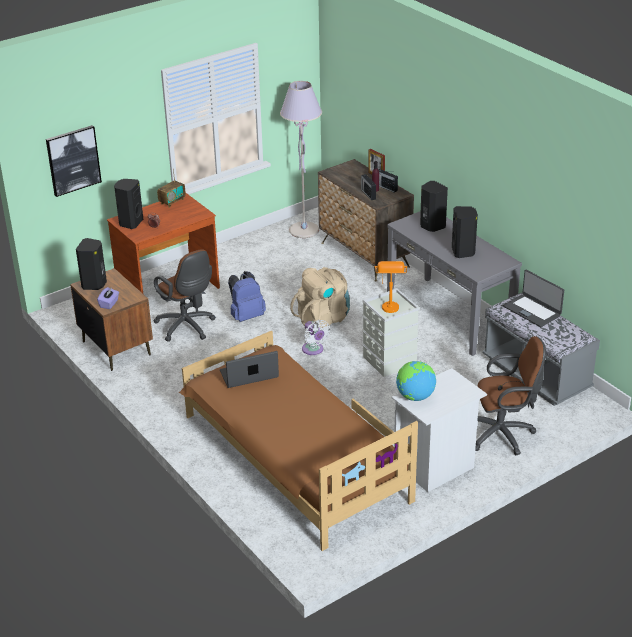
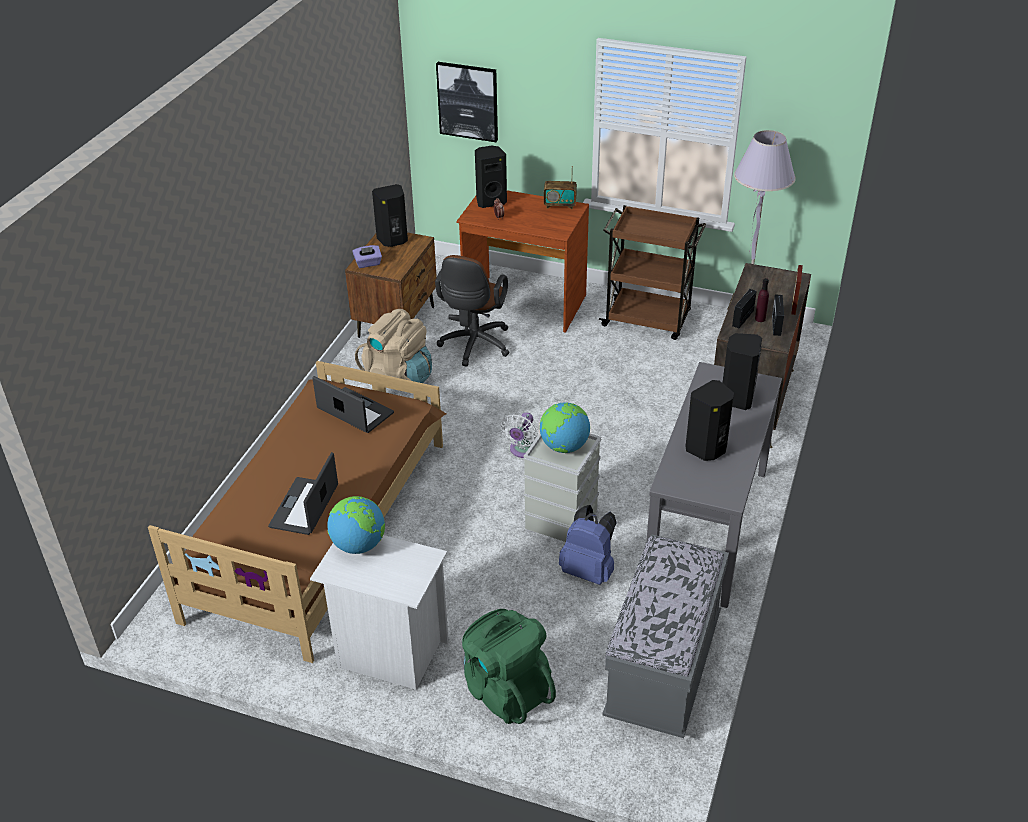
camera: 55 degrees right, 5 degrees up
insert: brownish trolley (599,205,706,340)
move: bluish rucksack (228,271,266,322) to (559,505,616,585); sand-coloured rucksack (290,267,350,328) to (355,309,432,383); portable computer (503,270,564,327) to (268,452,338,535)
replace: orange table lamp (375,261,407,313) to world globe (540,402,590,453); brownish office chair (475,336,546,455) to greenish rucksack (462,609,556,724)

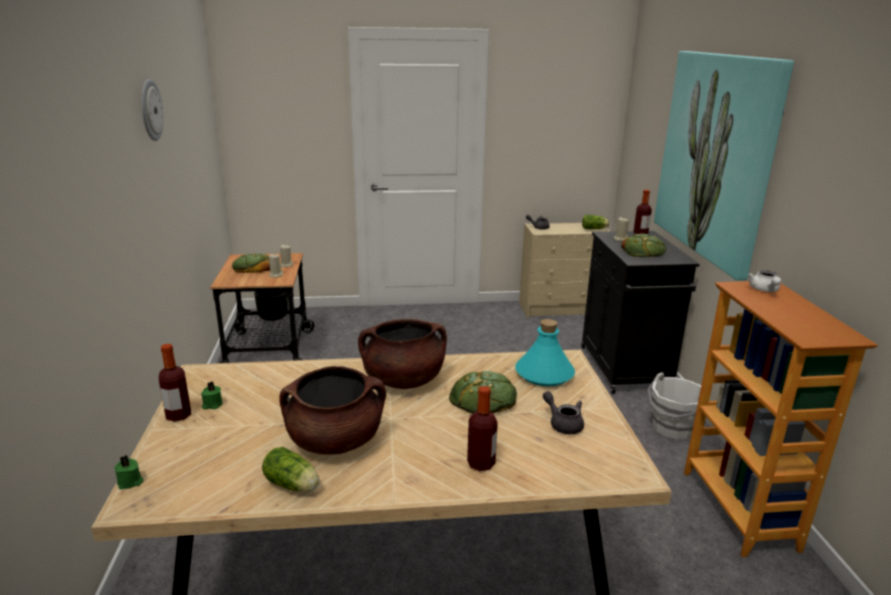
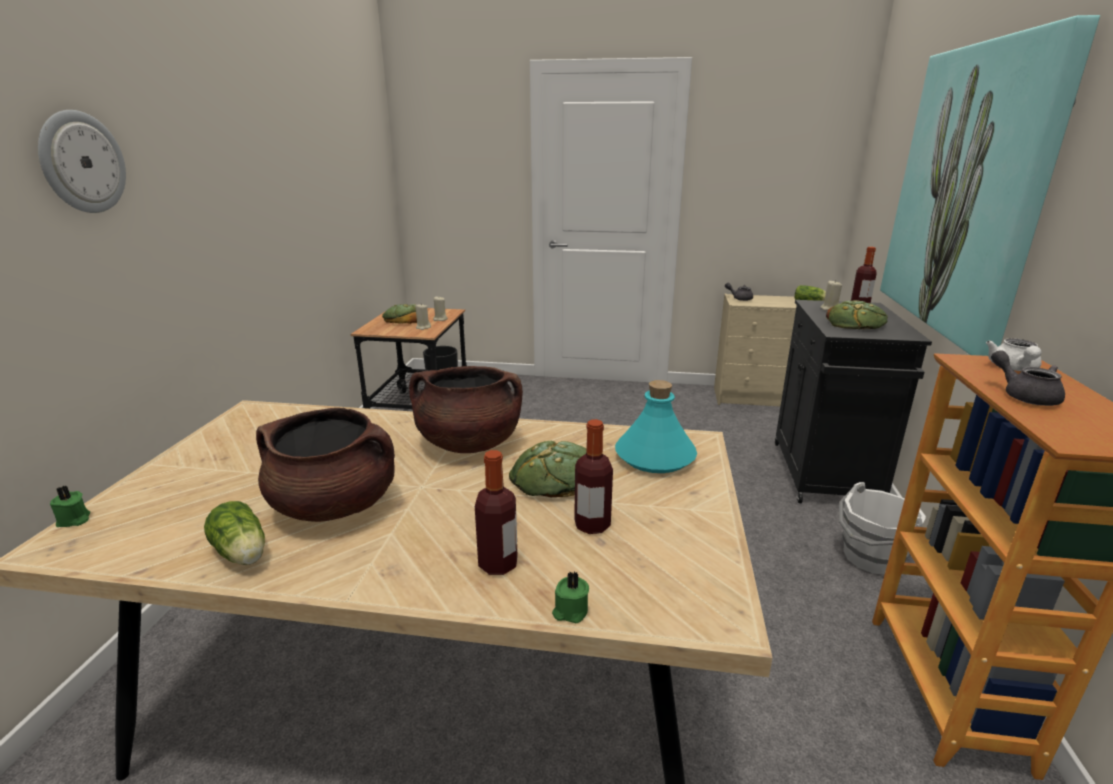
camera: 15 degrees right, 0 degrees up
move: hanging clock (141,79,164,141) to (38,110,126,213); beverage bottle (159,344,191,422) to (574,419,613,534); greenish wax light (201,382,223,409) to (552,572,589,623); grey tea pot (543,391,584,434) to (991,350,1065,406)

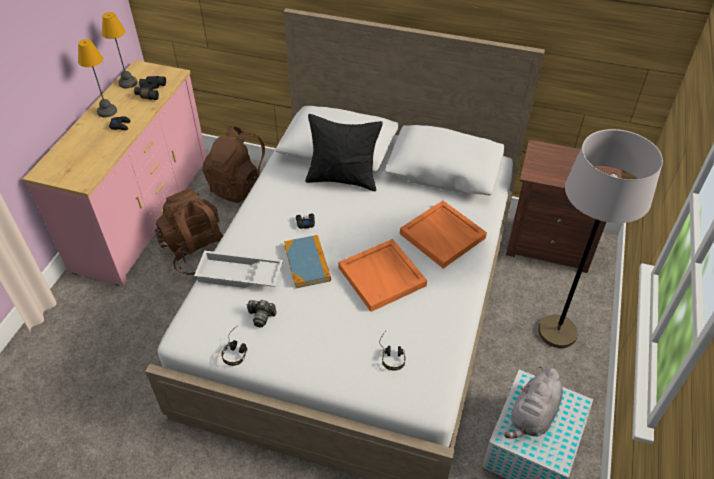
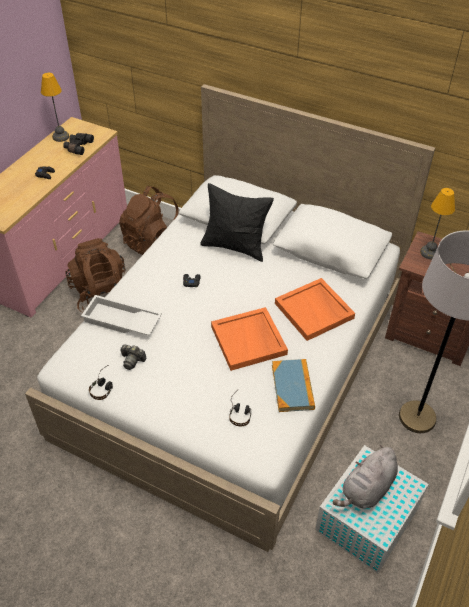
camera: 10 degrees right, 0 degrees up
move: table lamp (78,39,117,117) to (420,188,455,259); volume (284,235,331,288) to (272,359,315,412)

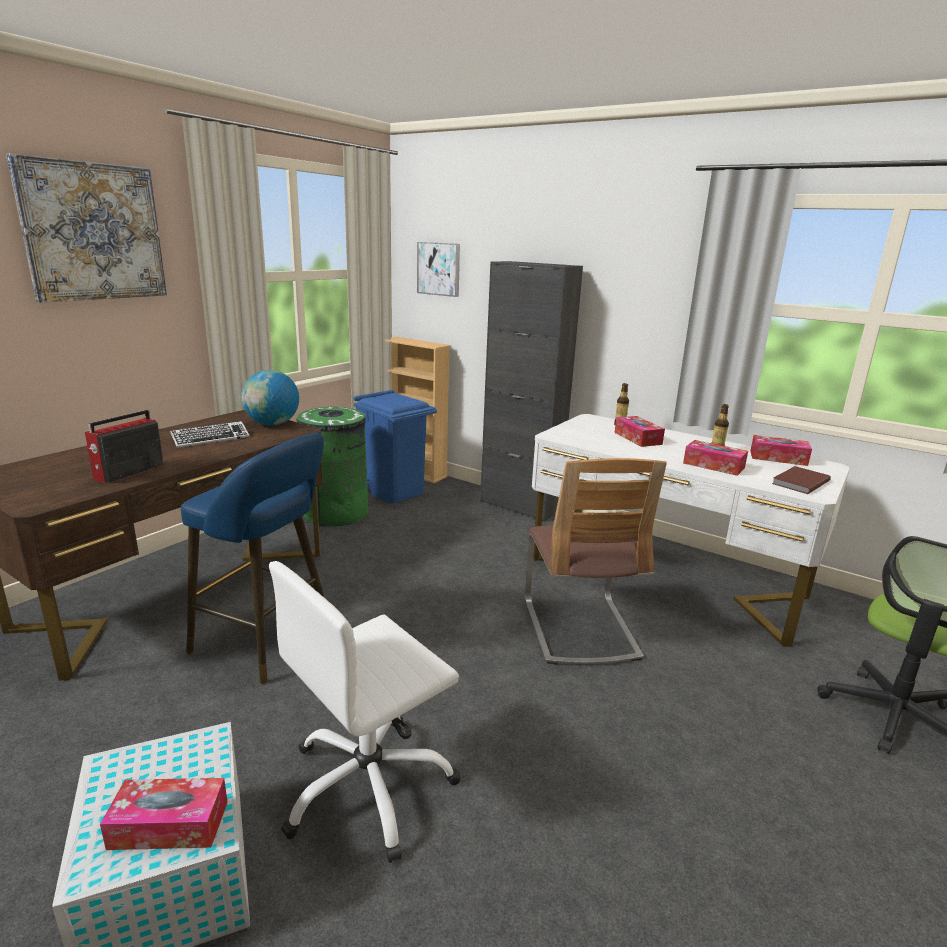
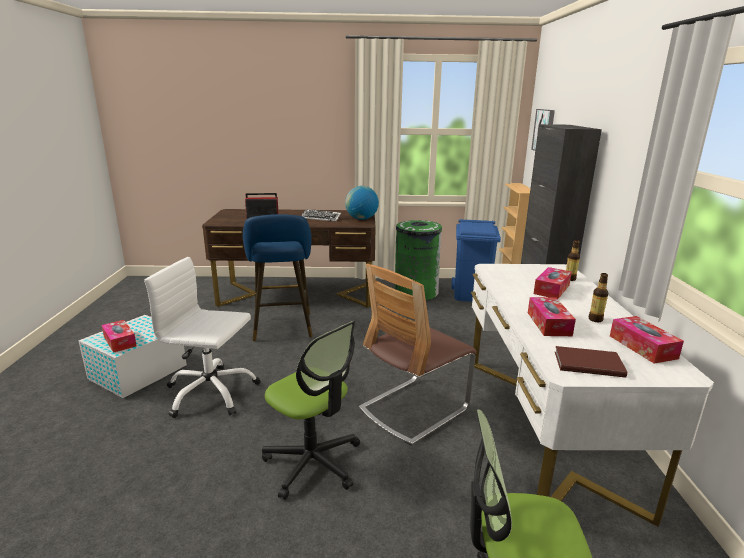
camera: 55 degrees right, 0 degrees up
delete: wall picture (6,153,167,303)
insert: office chair (262,321,360,500)

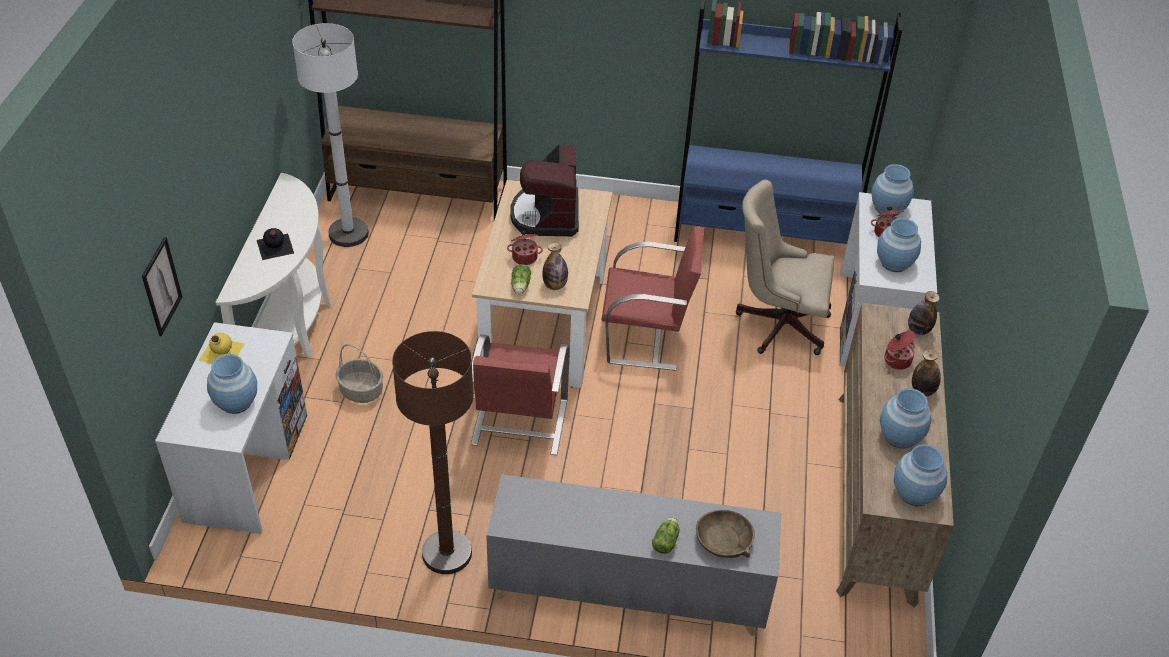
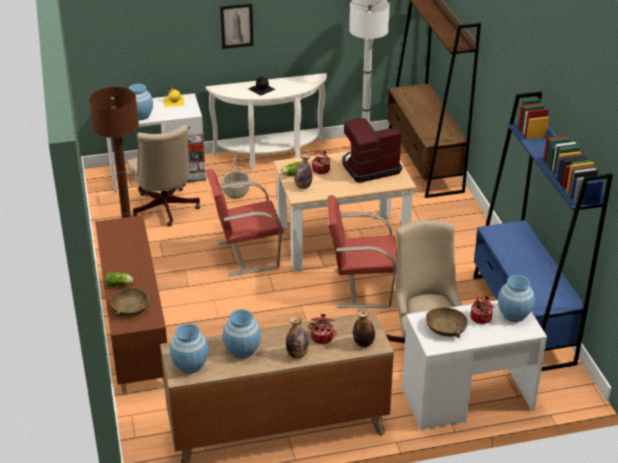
camera: 70 degrees right, 10 degrees down
insert: sand-coloured office chair (127,125,200,226)
move: wall picture (142,237,183,336) to (220,4,253,49)
replace: bluish decorative vase (877,218,921,272) to brownish bowl (426,307,468,338)
recolor: grey cupboard (486,474,781,636) to brownish cupboard (95,215,167,394)
rotate: reddish chair (602,227,704,371) = (328,195,397,308) 105 degrees clockwise

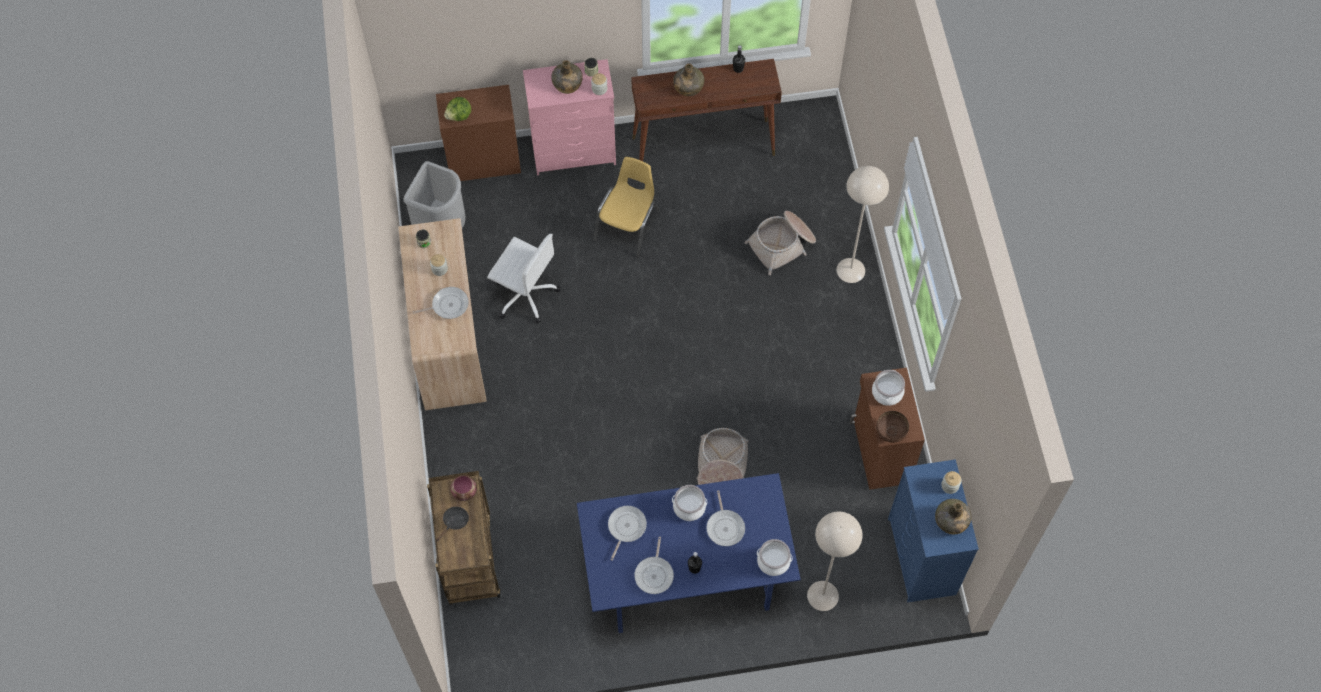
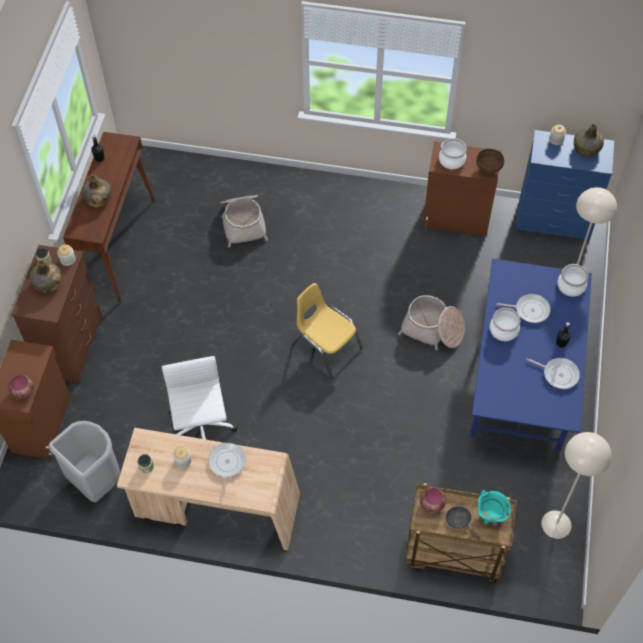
camera: 70 degrees left, 5 degrees down
delete: pan (608,506,647,561)
insert: blue-green cooking pot (478,490,512,524)
move: yellow-coloured chair (593,157,660,257) to (291,283,363,379); sand-coloured standing lamp (837,166,889,283) to (541,432,612,539)
replace: head of lettuce (444,97,471,121) to bowl (8,375,34,399)
recolor: pink dresser (523,59,616,175) to brownish dresser (11,245,103,383)
rotate: whitish office chair (487,234,560,323) = (162,356,237,439) 60 degrees counterclockwise

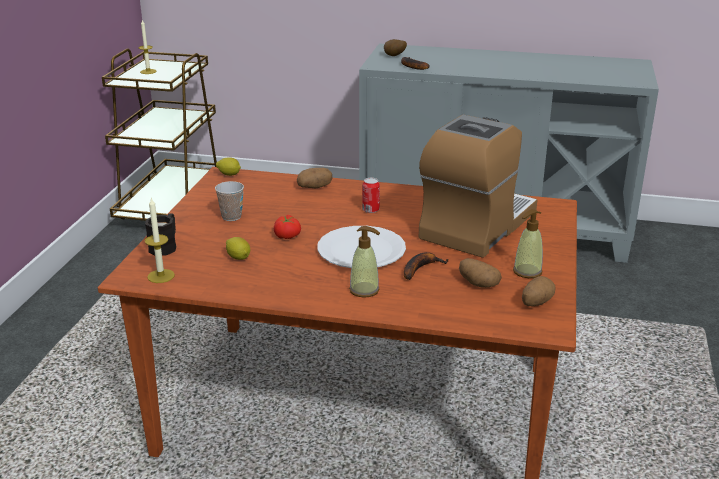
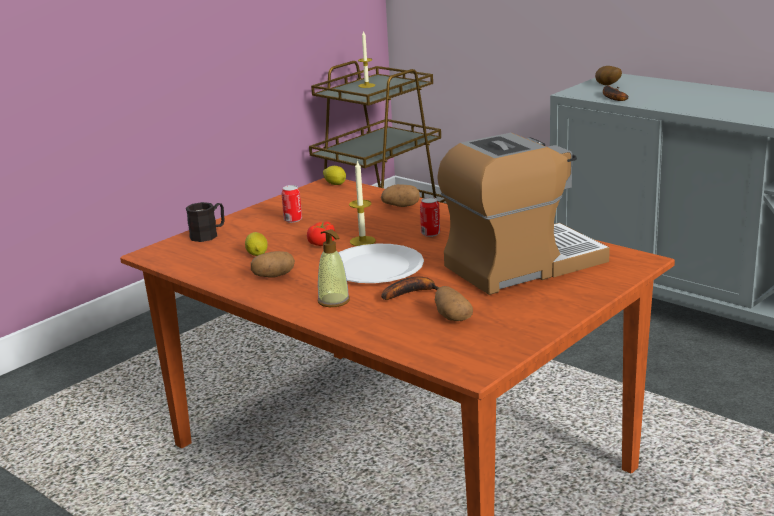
camera: 30 degrees right, 5 degrees down
delete: liquid soap bottle (513,209,543,278)
move: wax light (145,198,175,283) to (349,160,376,246); potato (522,276,556,306) to (251,251,295,278)
replace: drinking cup (215,181,244,221) to sealed can (281,185,302,223)

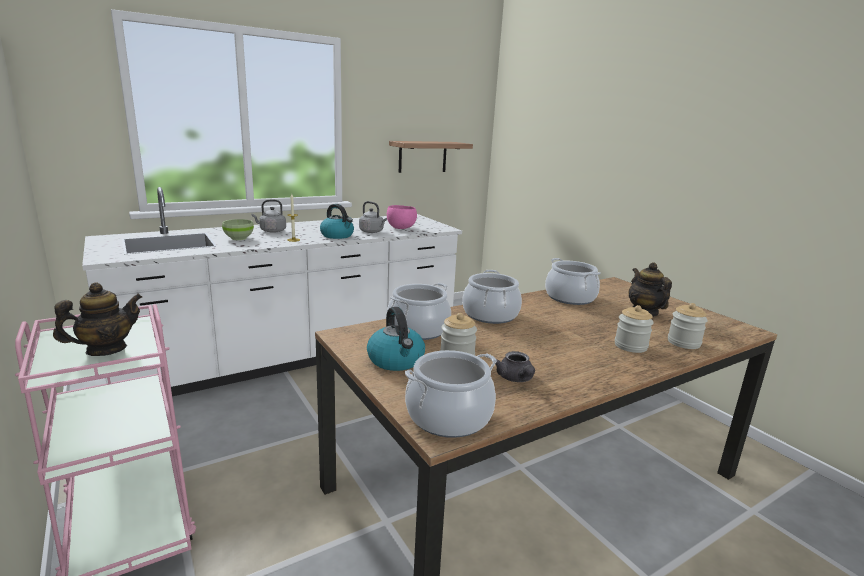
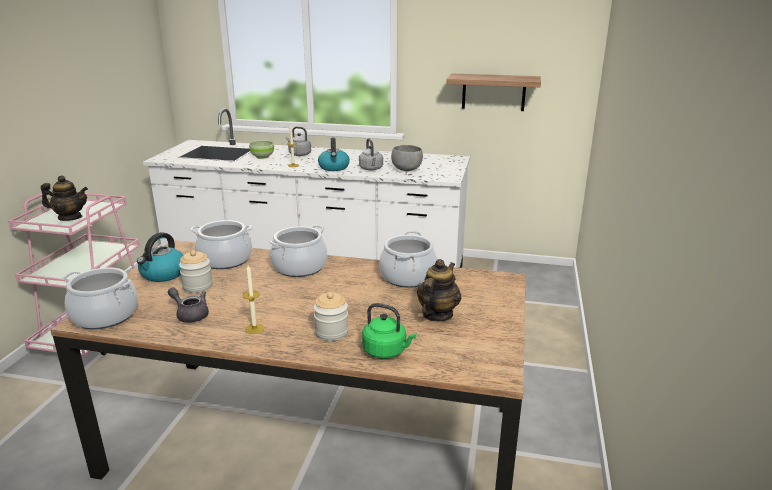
camera: 45 degrees right, 5 degrees up
insert: wax light (243,265,264,334)
replace: storage jar (668,303,708,349) to greenish tea kettle (362,303,416,359)
recolor: pink bowl (387,205,417,229) to grey bowl (391,145,423,171)
rotate: grey tea pot (496,351,535,382) = (168,287,209,323) 90 degrees clockwise

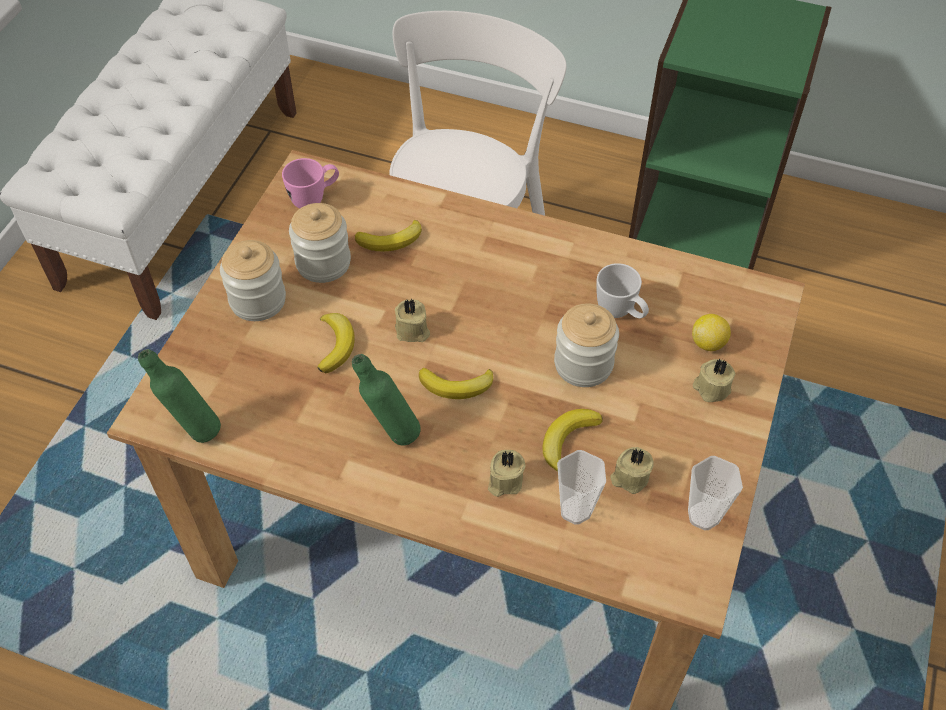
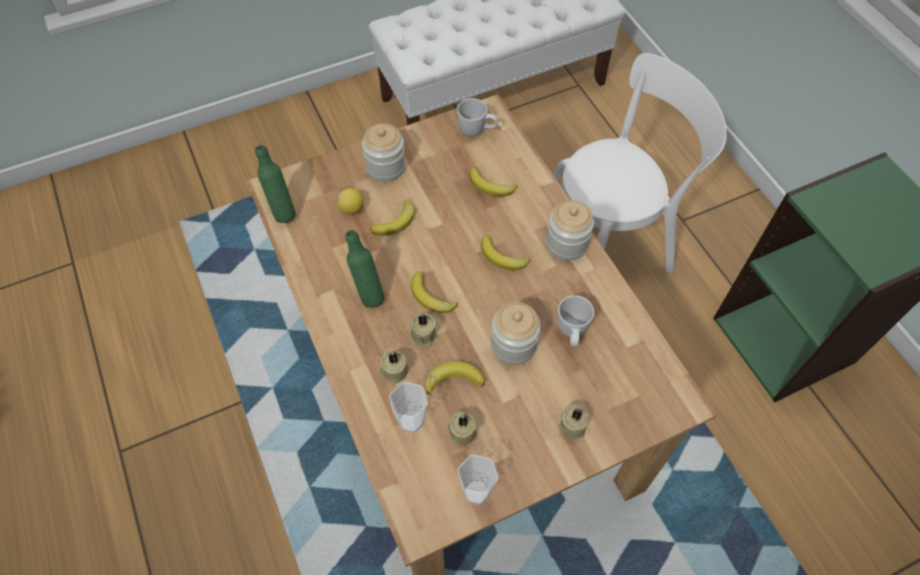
camera: 45 degrees right, 5 degrees up
insert: whole banana (481,235,530,270)
move: storage jar (289,203,351,283) to (546,200,594,260); sand-coloured wax light (395,299,430,342) to (410,313,438,348); whole lemon (692,314,731,351) to (338,188,364,214)
recolor: pink coffee mug (282,158,339,209) to whitish coffee mug (457,98,498,136)

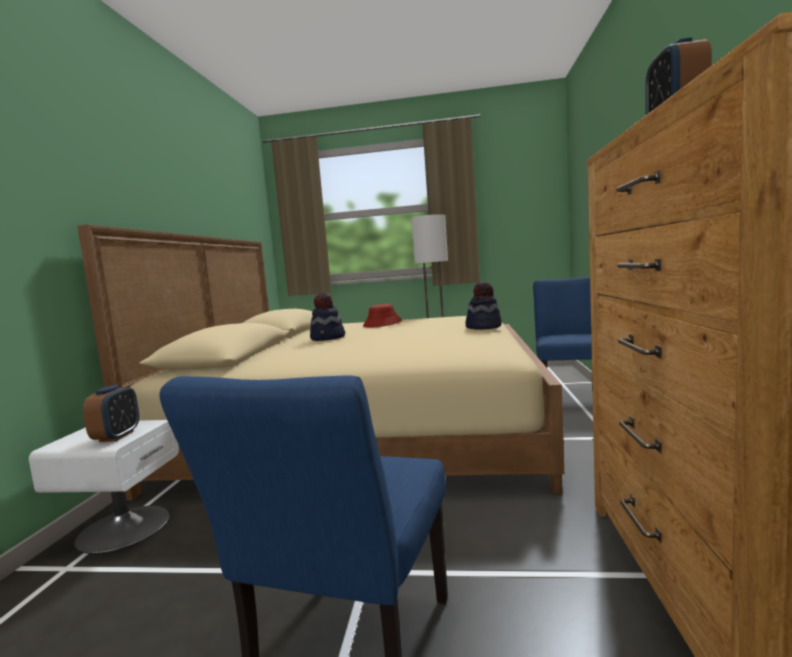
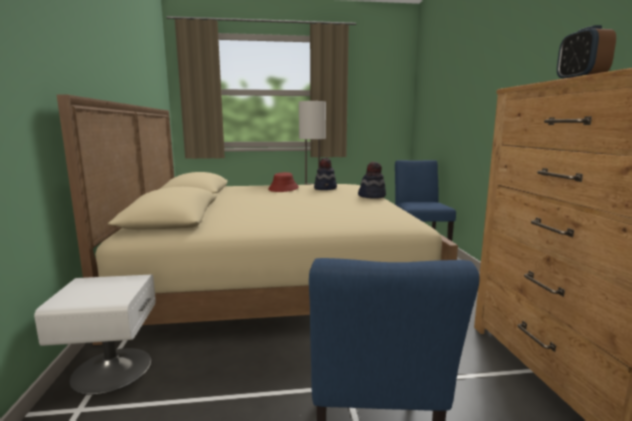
camera: 15 degrees left, 5 degrees up
delete: bedside clock (83,385,139,442)
move: clothing hat (310,293,345,341) to (314,158,337,190)

